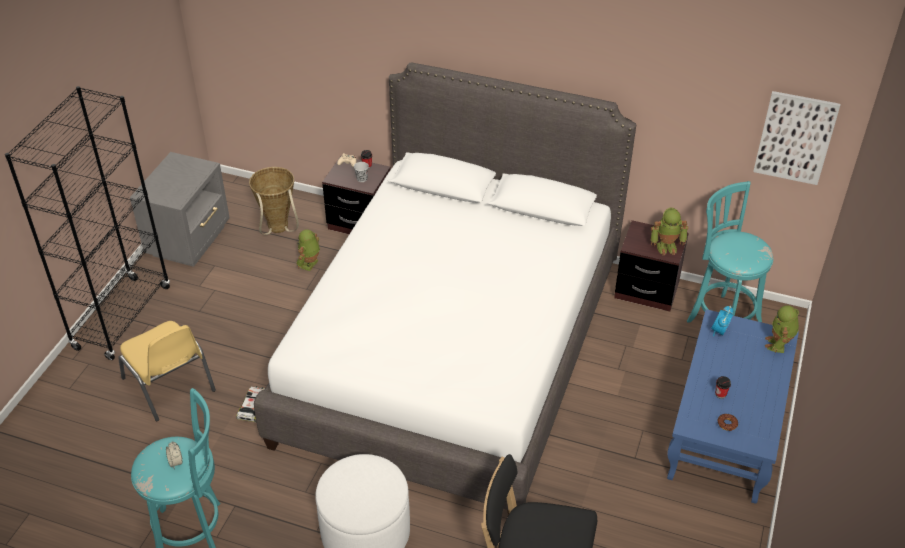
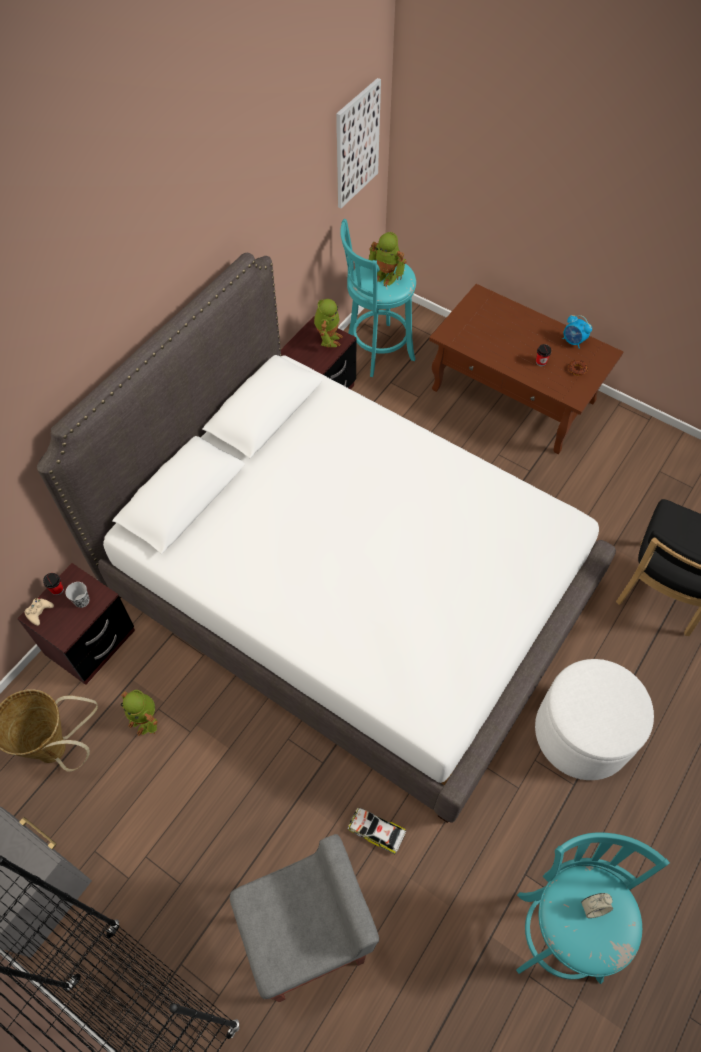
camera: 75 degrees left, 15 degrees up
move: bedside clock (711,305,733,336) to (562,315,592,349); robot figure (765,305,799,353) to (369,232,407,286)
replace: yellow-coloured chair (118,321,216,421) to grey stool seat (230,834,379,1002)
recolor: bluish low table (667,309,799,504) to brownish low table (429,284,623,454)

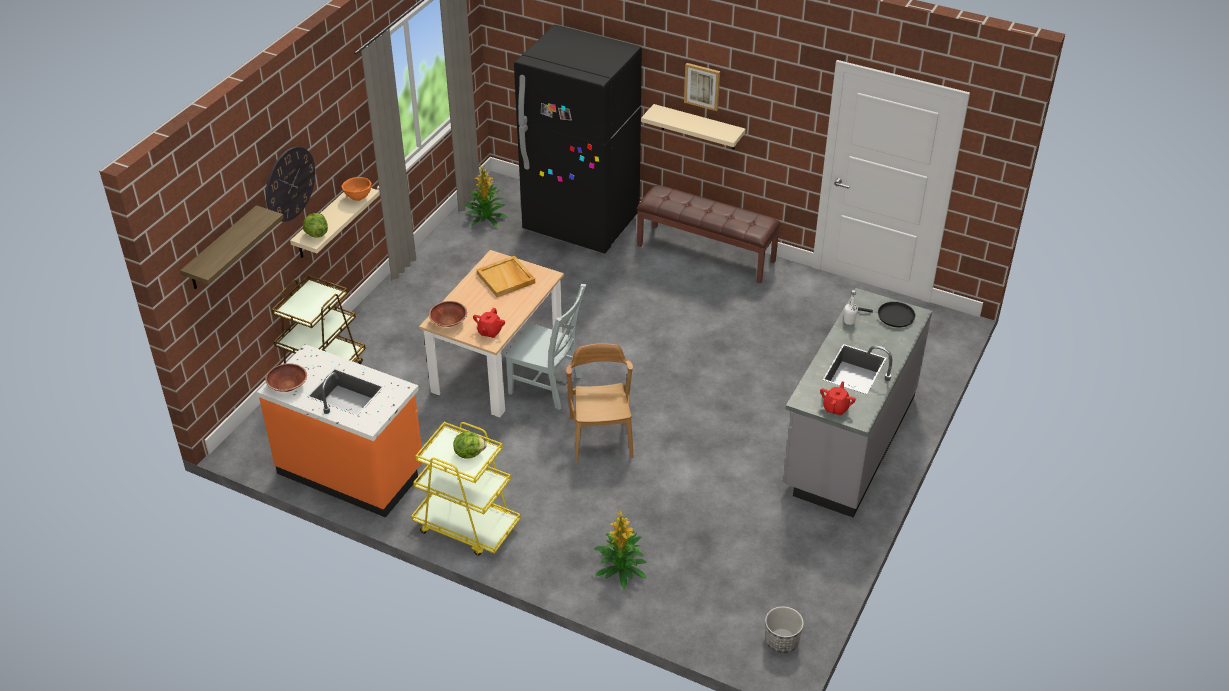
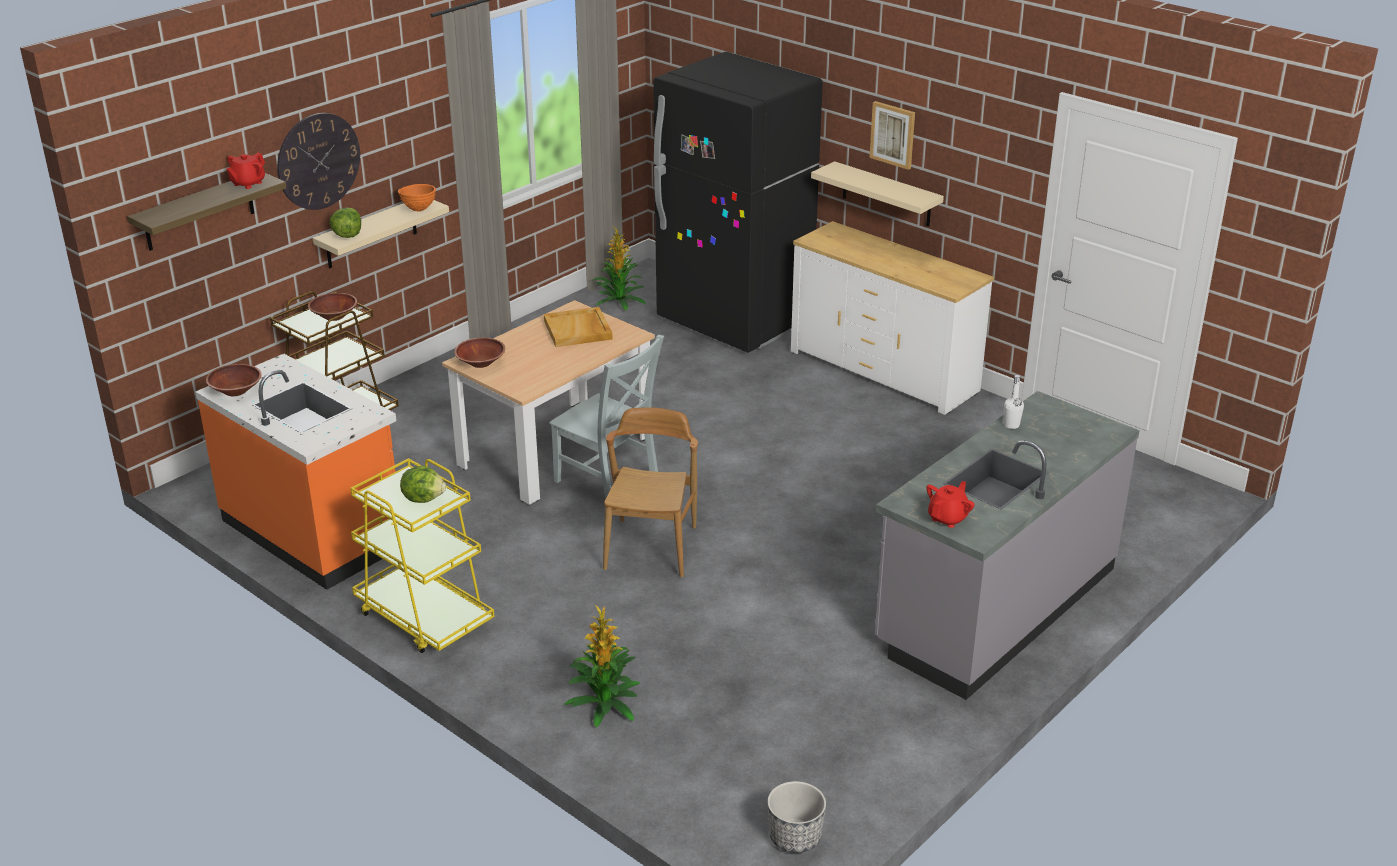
camera: 15 degrees right, 10 degrees down
delete: blackish pan (858,302,915,327)
insert: brownish bowl (308,293,357,321)
move: reddish tea pot (473,308,505,338) to (226,153,265,189)
replace: brownish indoor bench (637,185,781,284) to whitish dresser (791,221,994,415)

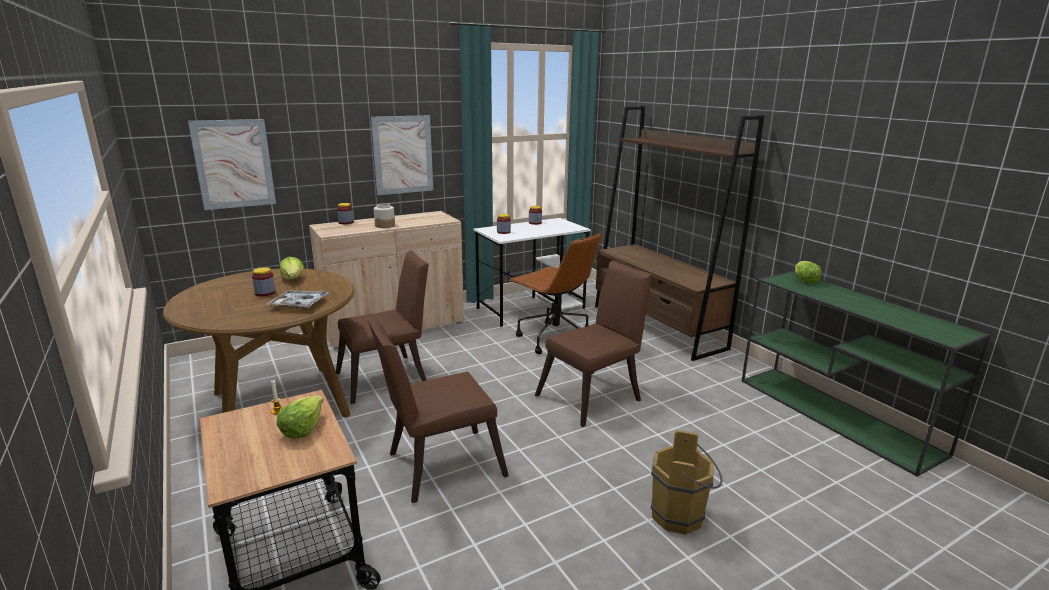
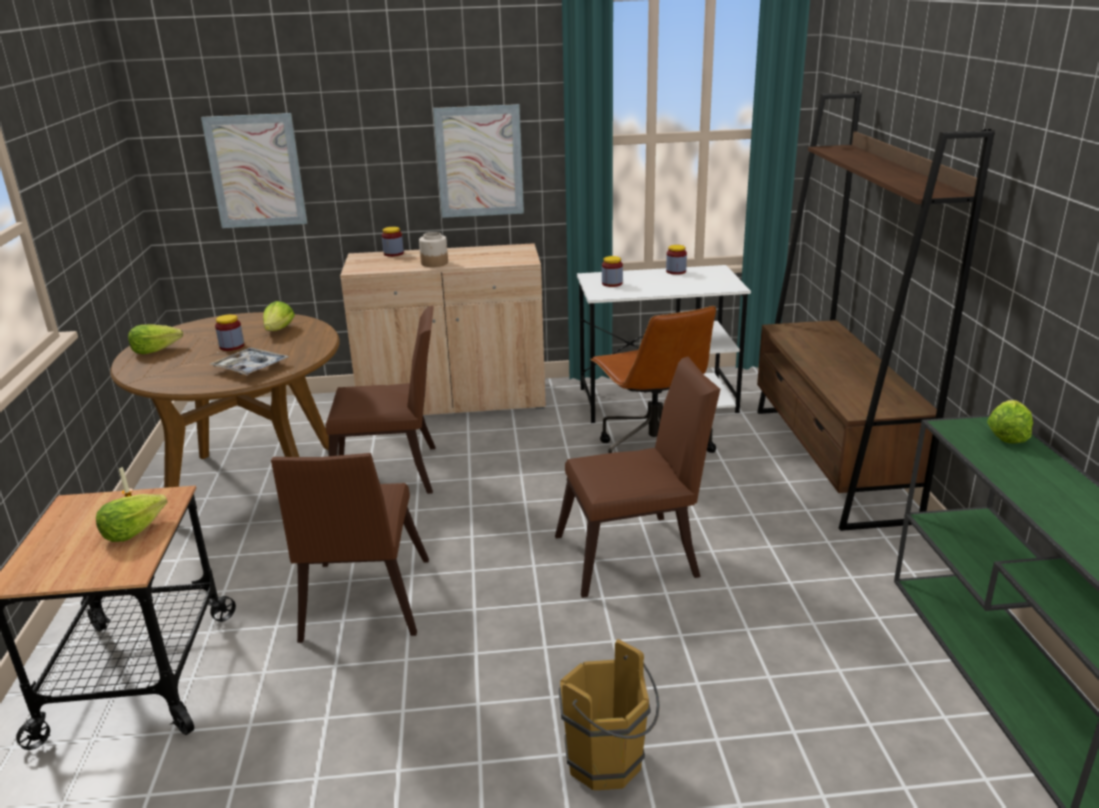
camera: 25 degrees right, 5 degrees up
insert: head of lettuce (128,324,183,354)
rotate: brownish chair (368,319,509,503) = (271,453,429,643) 90 degrees counterclockwise

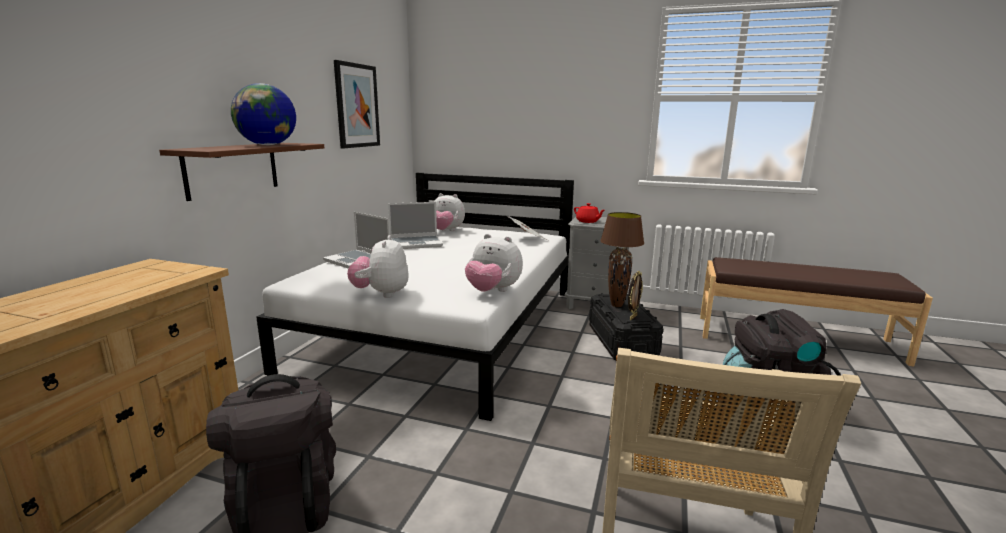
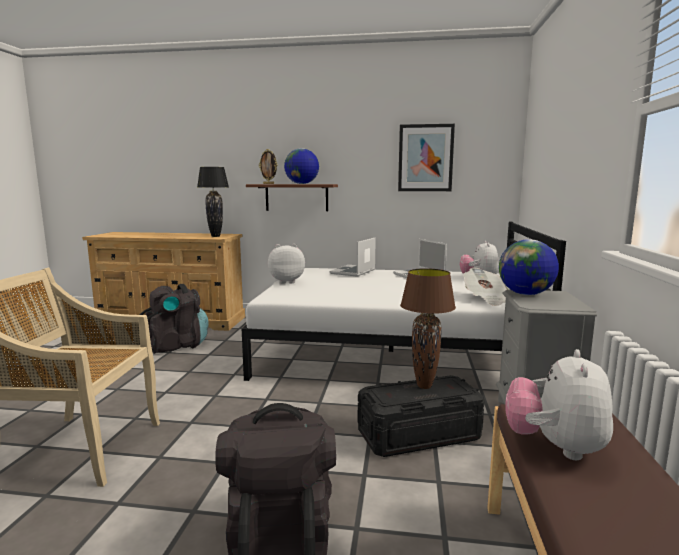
camera: 80 degrees right, 5 degrees down
insert: blackish table lamp (197,167,229,237)
move: cuddly toy (465,234,523,292) to (506,349,613,460); picture frame (628,271,643,320) to (259,149,277,184)
replace: reddish tea pot (574,203,605,223) to world globe (499,239,559,295)

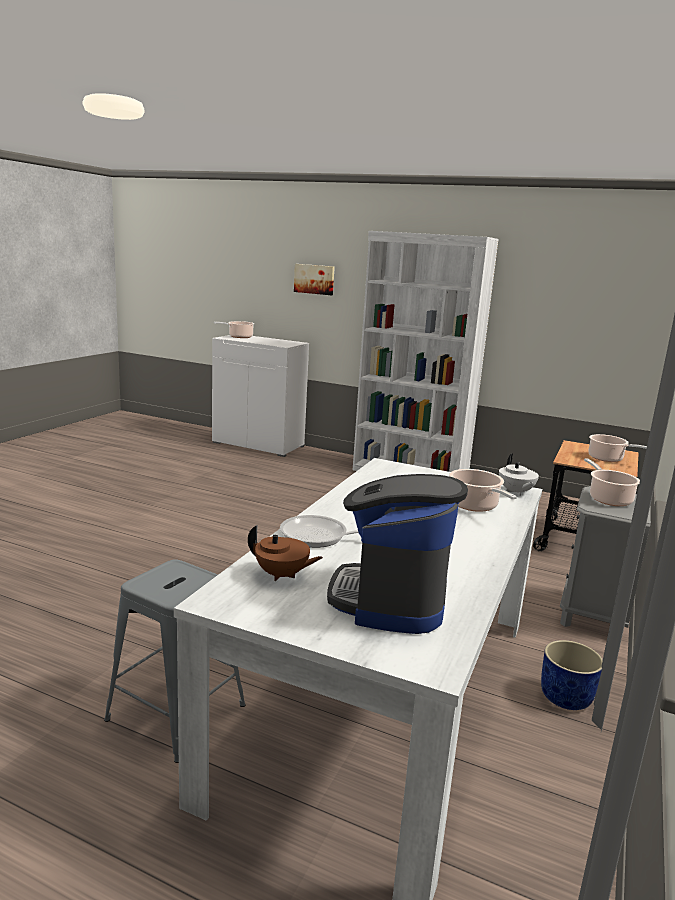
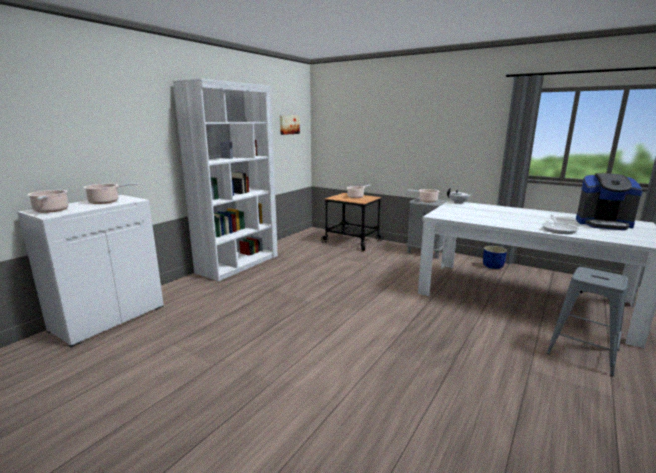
camera: 80 degrees left, 0 degrees up
delete: brownish tea pot (248,525,323,581)
move: wall picture (294,264,335,295) to (280,115,300,135); cooking pot (449,469,517,512) to (83,183,138,204)

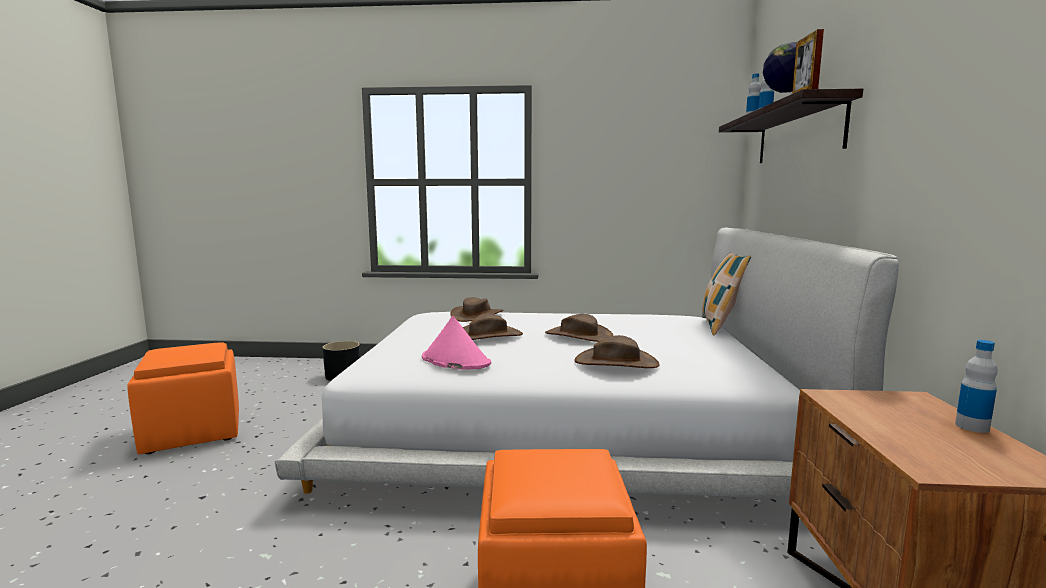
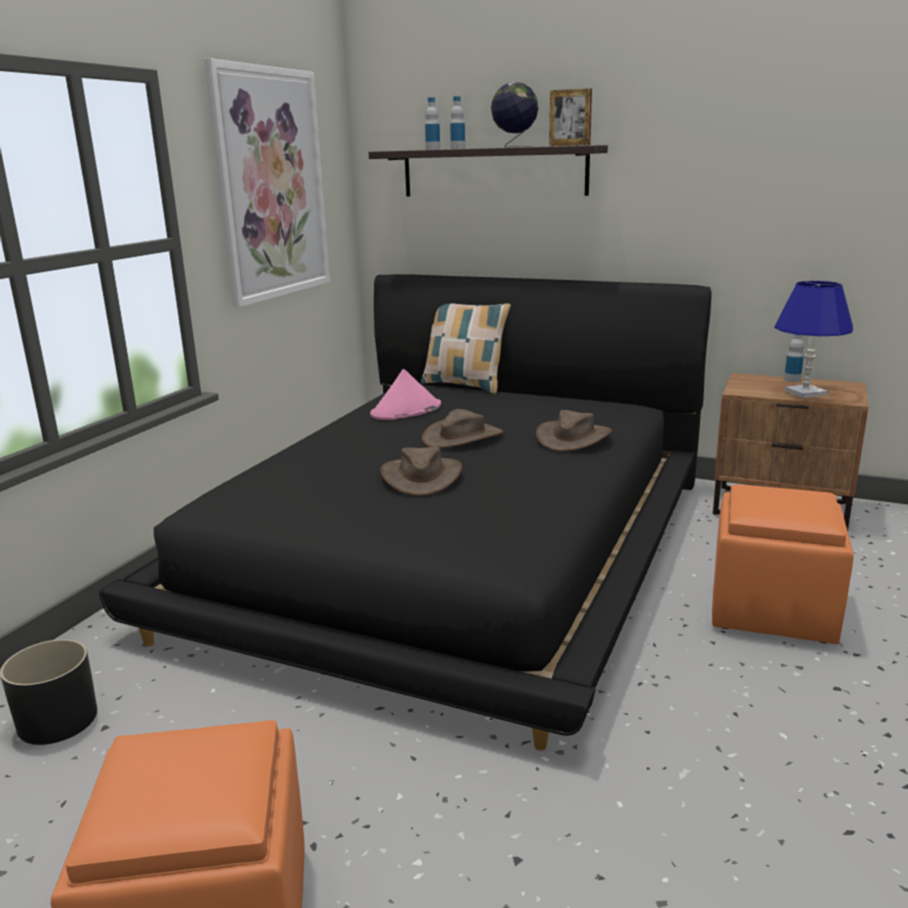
camera: 70 degrees left, 10 degrees up
delete: brownish clothing hat (450,297,503,322)
insert: wall picture (204,58,330,307); bluish table lamp (774,281,853,398)
move: pink clothing hat (422,316,491,370) to (370,369,441,420)
recolor: whitish bedroom bed (275,227,899,498) to blackish bedroom bed (99,274,712,751)

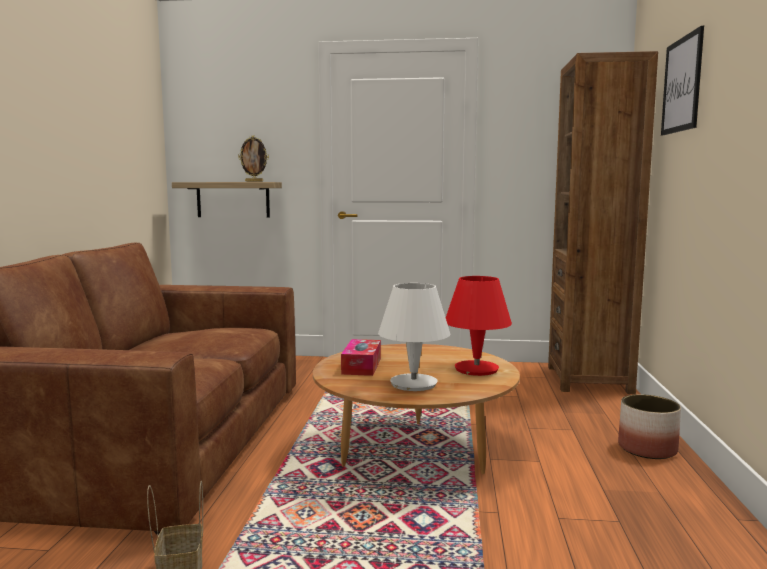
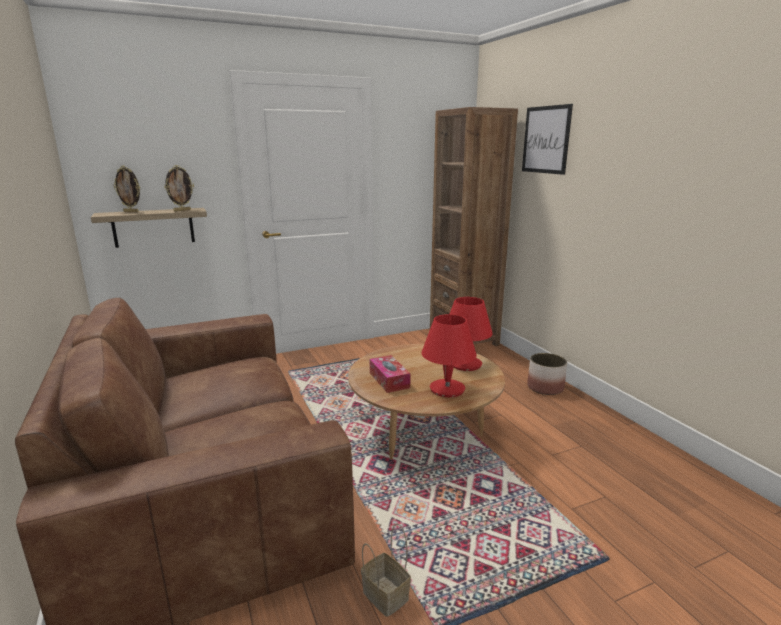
camera: 30 degrees left, 10 degrees up
insert: picture frame (113,166,140,212)
recolor: whitish table lamp (378,283,451,391) to reddish table lamp (421,314,477,397)

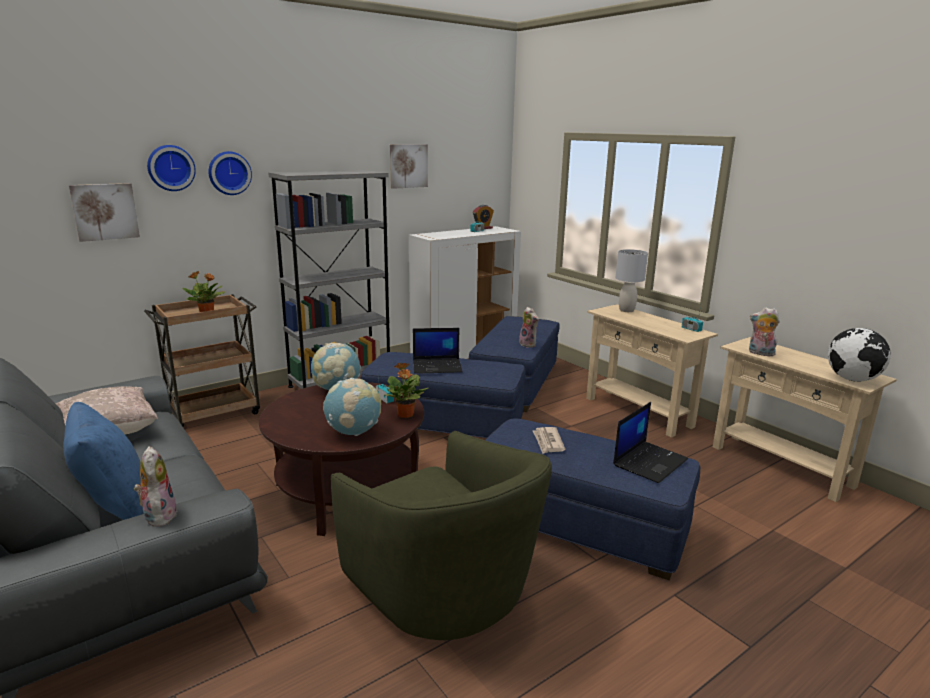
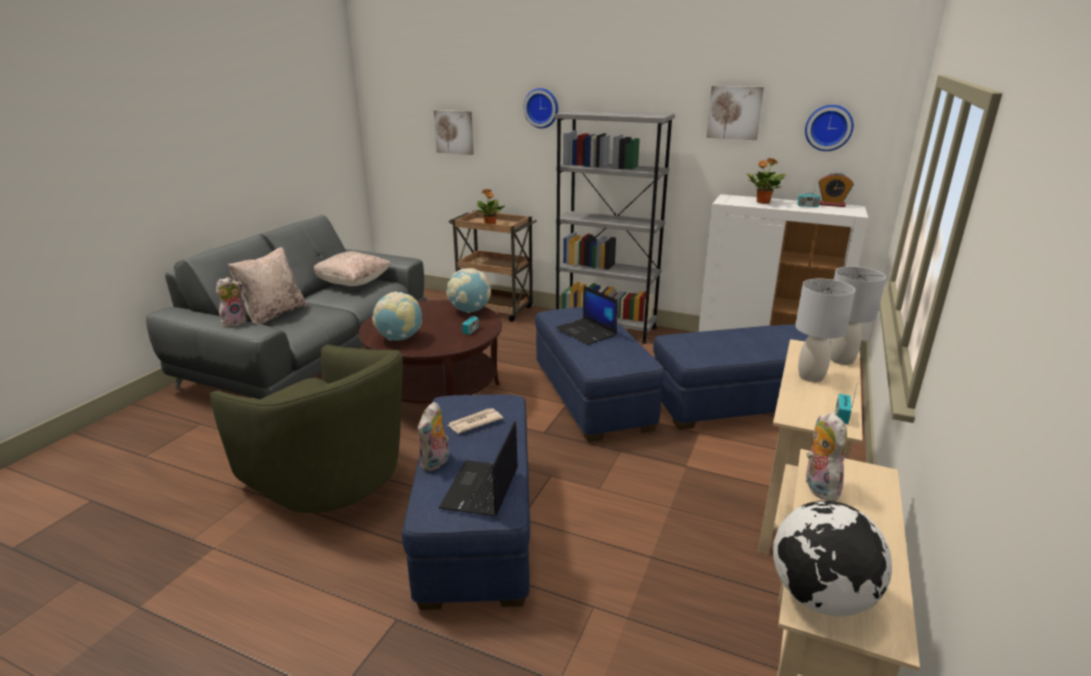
camera: 60 degrees right, 5 degrees up
insert: grey table lamp (795,279,855,382)
move: hanging clock (147,145,196,191) to (805,105,854,151); houseplant (384,363,428,418) to (746,158,786,204); cuddly toy (519,307,539,347) to (418,402,449,471)
recolor: bluish throw pillow (63,402,143,520) to sand-coloured throw pillow (228,247,307,324)
rotate: greenish easy chair (331,431,552,640) = (209,344,403,513) 75 degrees counterclockwise; portable computer (613,402,688,483) = (439,421,518,516) 90 degrees clockwise

